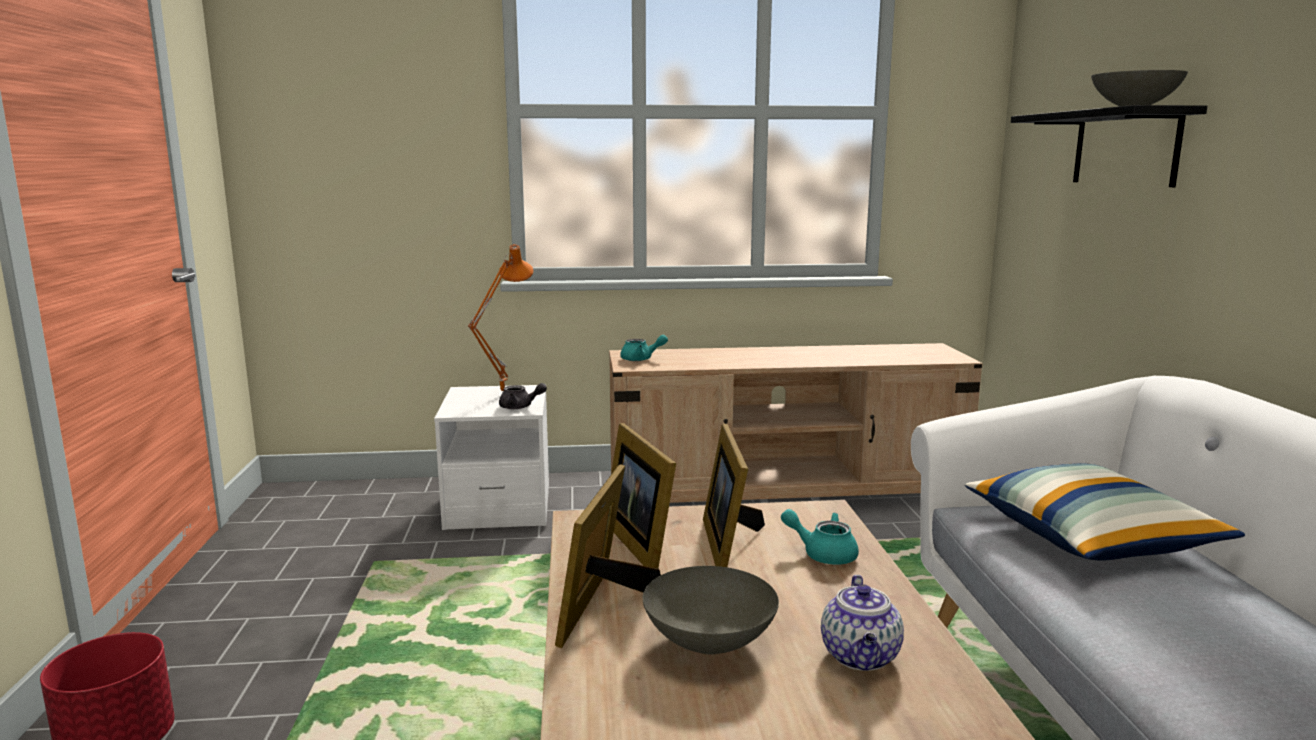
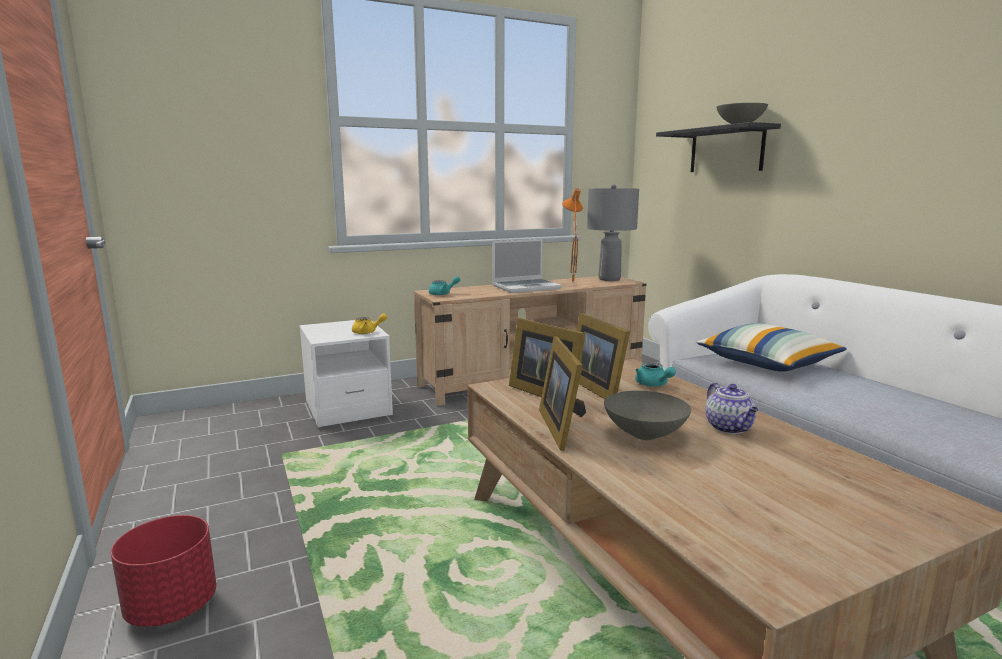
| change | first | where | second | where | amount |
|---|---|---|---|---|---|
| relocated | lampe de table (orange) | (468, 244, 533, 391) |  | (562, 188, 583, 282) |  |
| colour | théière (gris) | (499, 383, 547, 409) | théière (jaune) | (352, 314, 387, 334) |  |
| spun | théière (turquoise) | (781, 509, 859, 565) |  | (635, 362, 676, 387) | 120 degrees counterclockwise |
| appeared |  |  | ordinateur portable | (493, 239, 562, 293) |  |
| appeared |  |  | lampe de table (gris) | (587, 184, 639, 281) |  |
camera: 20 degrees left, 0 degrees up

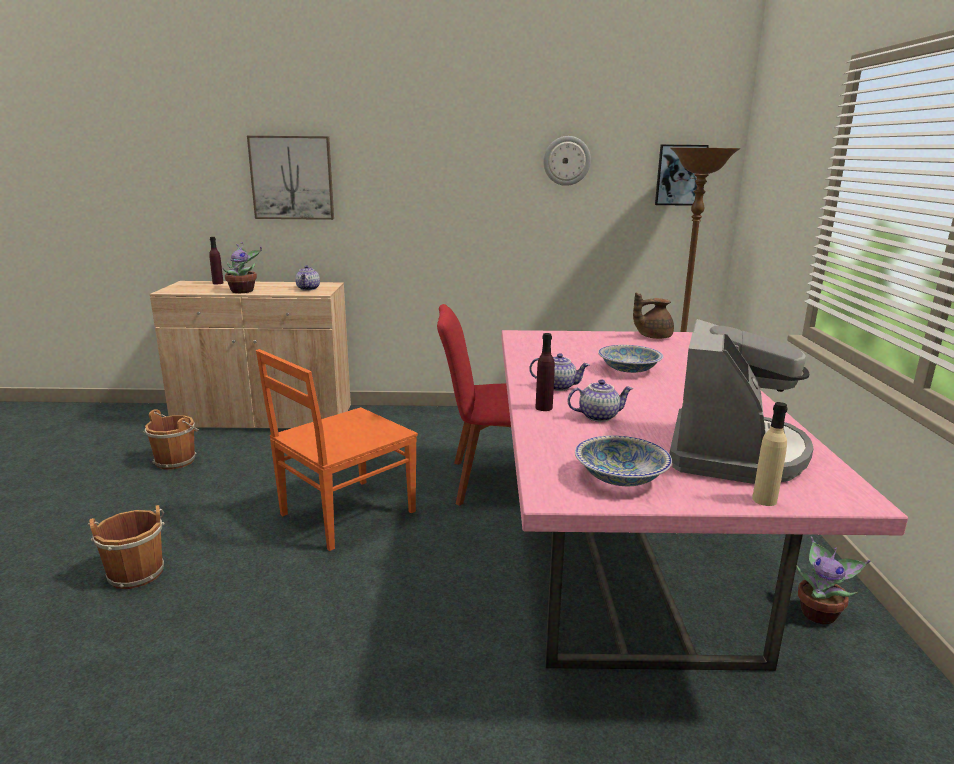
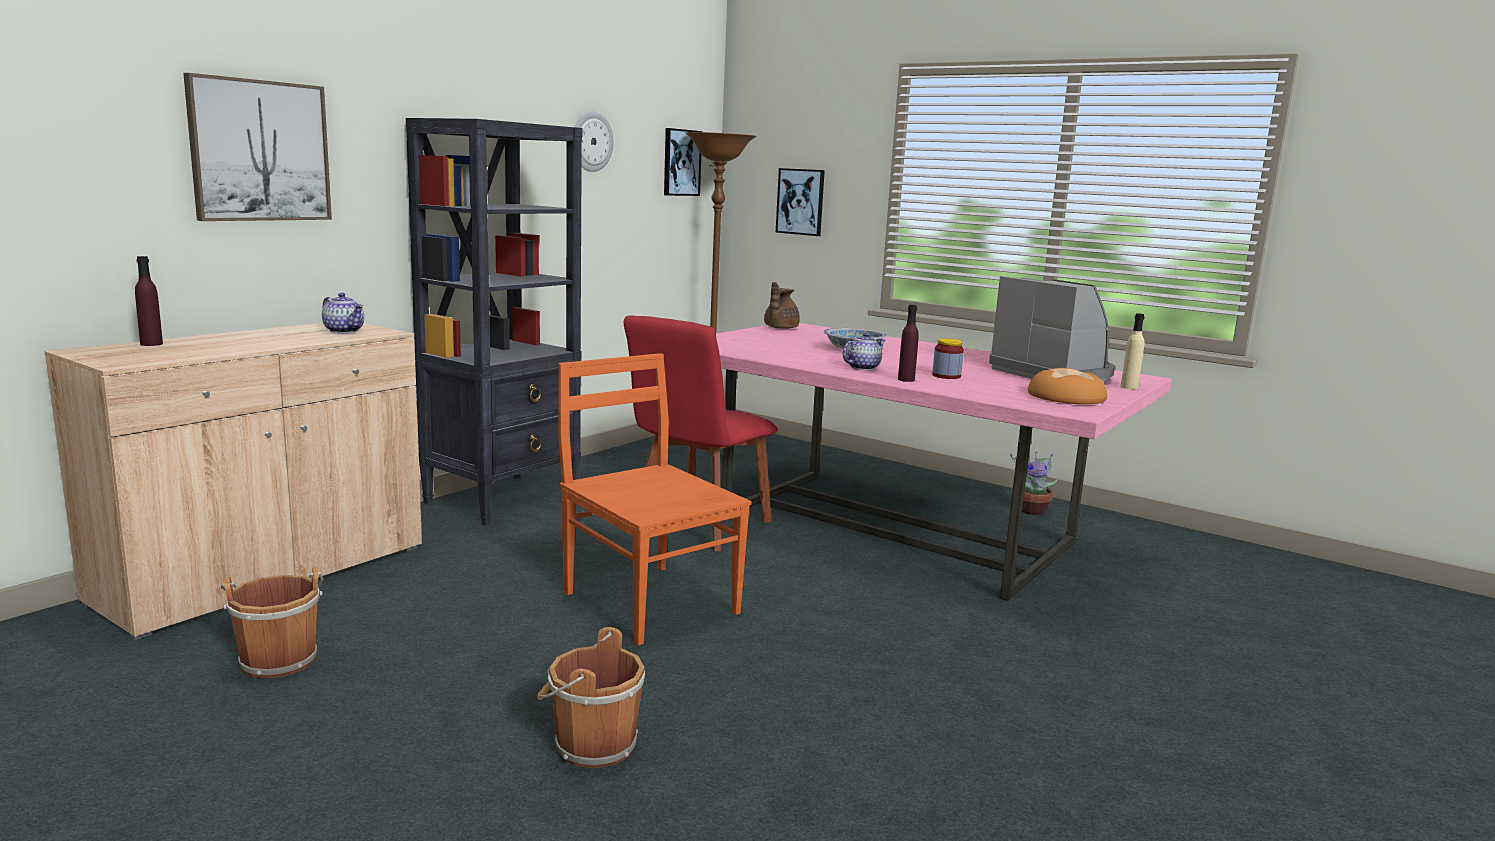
| change | first | where | second | where | amount |
|---|---|---|---|---|---|
| missing | plante en pot | (223, 242, 262, 293) |  |  |  |
| spun | chaise (orange) | (256, 349, 418, 551) |  | (558, 353, 751, 646) | 150 degrees clockwise |
| exchanged | théière | (568, 379, 633, 422) | bocal | (932, 338, 964, 379) |  |
| exchanged | bol | (575, 435, 672, 486) | pain | (1028, 368, 1107, 404) |  |
| appeared |  |  | bibliothèque (noir) | (406, 118, 583, 526) |  |
| appeared |  |  | tableau | (776, 168, 825, 236) |  |
camera: 55 degrees left, 5 degrees down

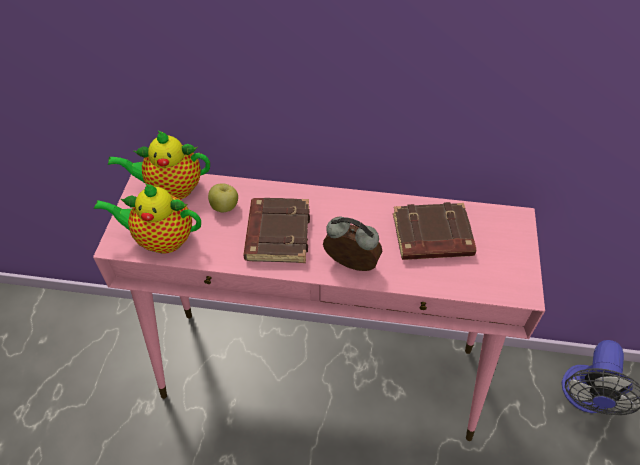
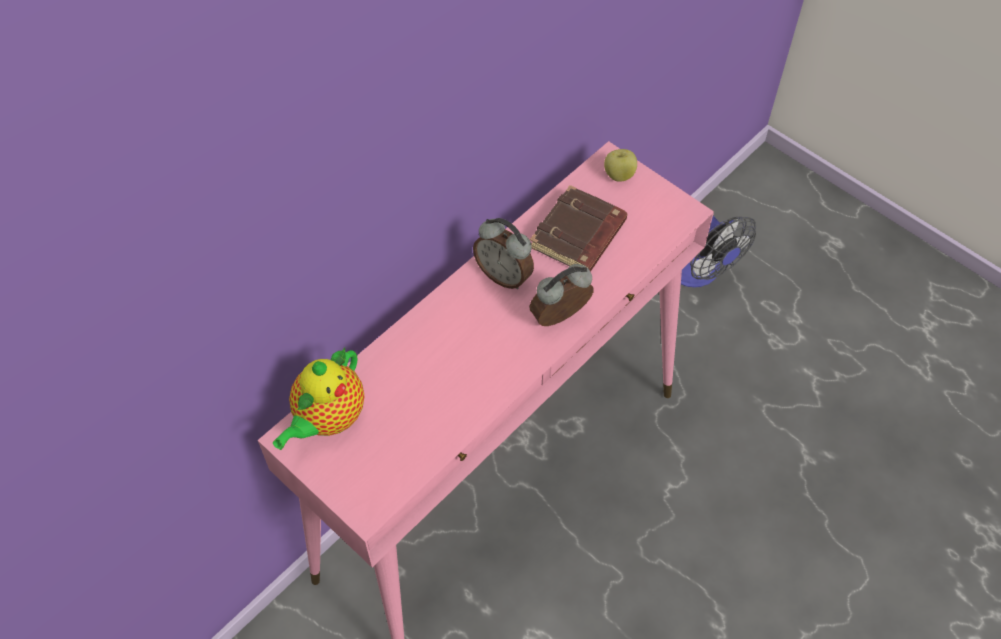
| change | first | where | second | where | amount |
|---|---|---|---|---|---|
| missing | théière | (94, 183, 201, 254) |  |  |  |
| relocated | pomme | (208, 183, 238, 212) |  | (604, 149, 637, 182) |  |
| missing | livre (marron) | (243, 198, 310, 263) |  |  |  |
| appeared |  |  | réveil | (473, 218, 534, 289) |  |
camera: 55 degrees left, 5 degrees up

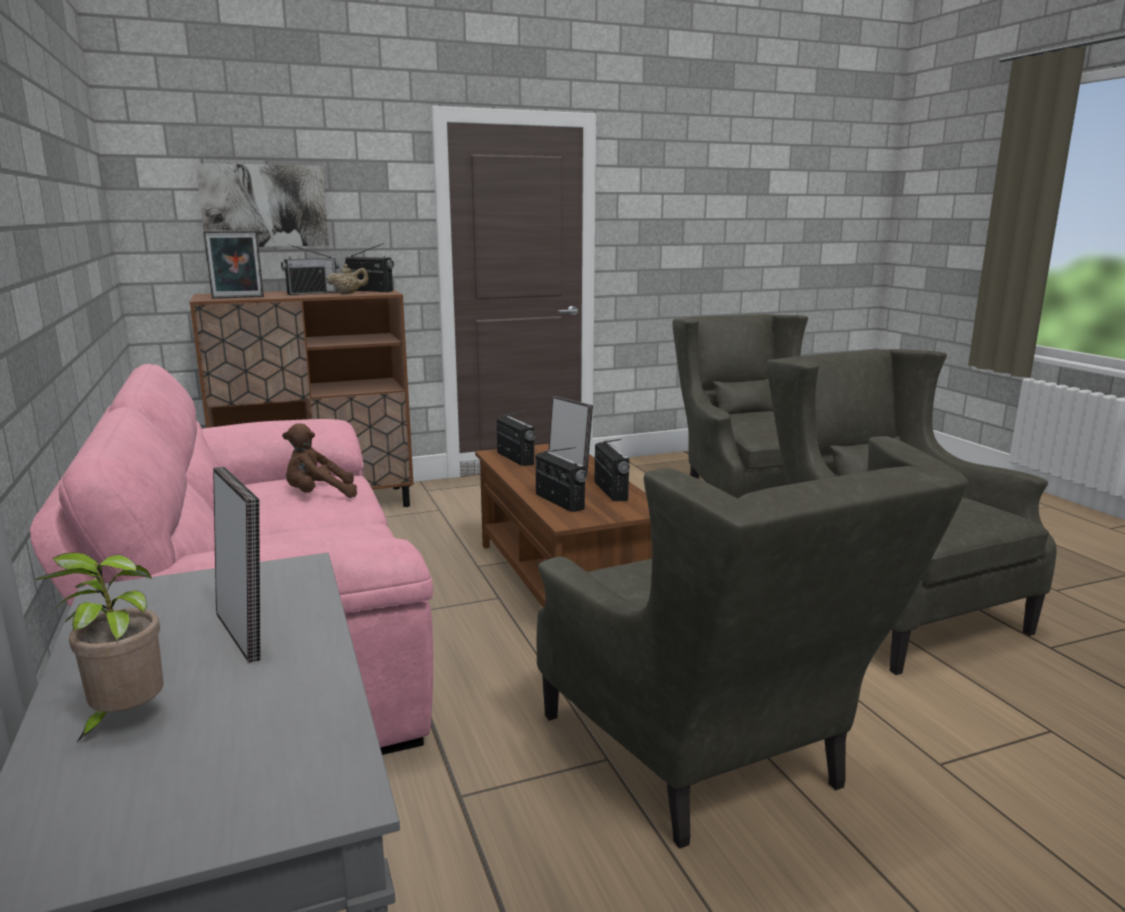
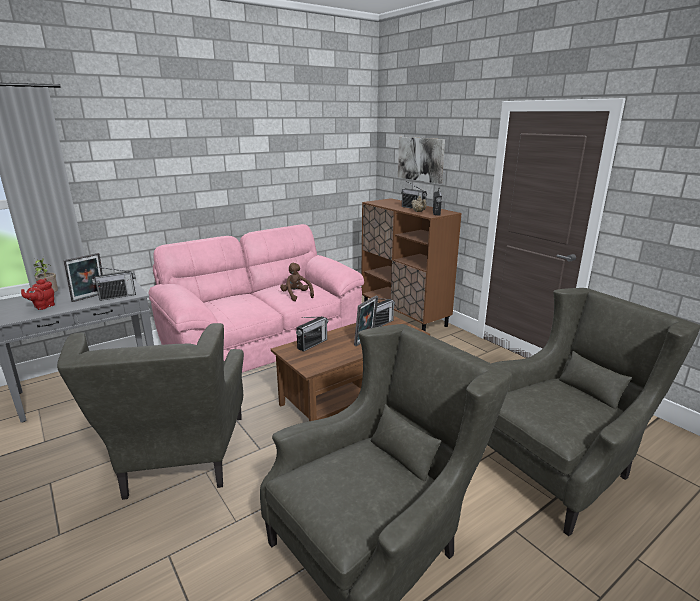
| change | first | where | second | where | amount |
|---|---|---|---|---|---|
| missing | cadre photo | (203, 230, 264, 299) |  |  |  |
| spun | fauteuil (gris) | (537, 436, 968, 849) |  | (57, 323, 244, 500) | 60 degrees counterclockwise |
| relocated | radio | (595, 439, 630, 501) |  | (92, 267, 136, 301) |  |
| appeared |  |  | théière (rouge) | (21, 278, 55, 310) |  |
camera: 75 degrees right, 5 degrees up

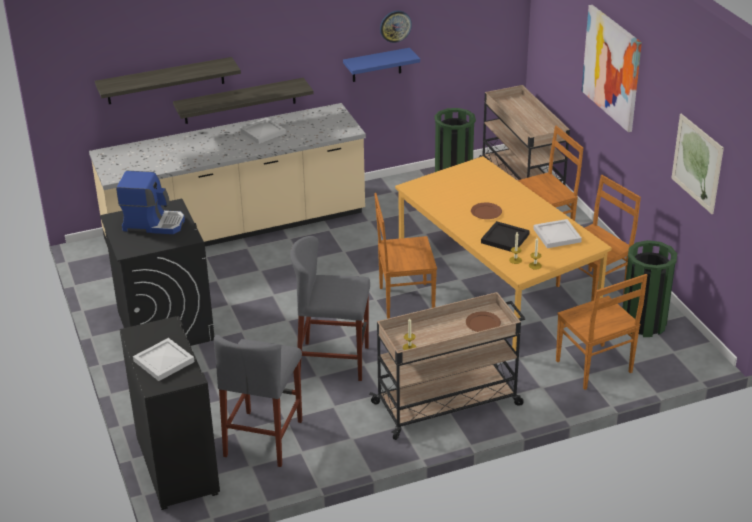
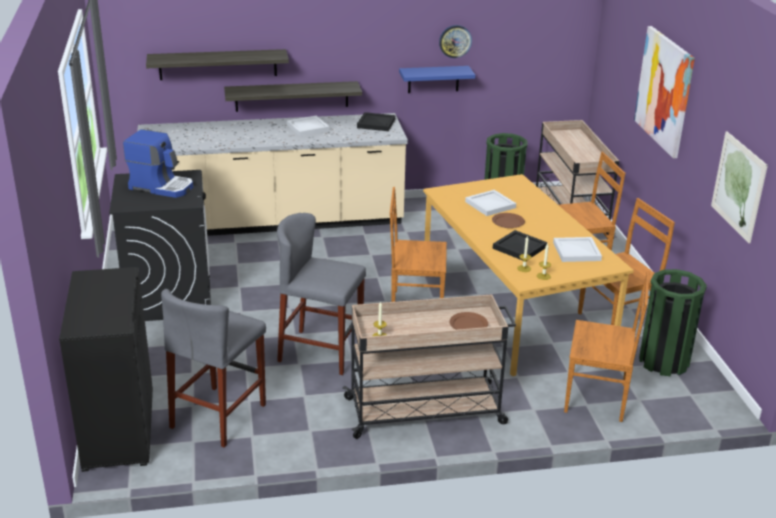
| change | first | where | second | where | amount |
|---|---|---|---|---|---|
| relocated | plateau (blanc) | (133, 338, 195, 381) |  | (465, 190, 516, 216) |  |
| spun | chaise (marron) | (556, 274, 647, 390) |  | (564, 271, 650, 422) | 60 degrees counterclockwise |
| appeared |  |  | plateau (noir) | (357, 112, 395, 131) |  |
camera: 10 degrees right, 5 degrees down

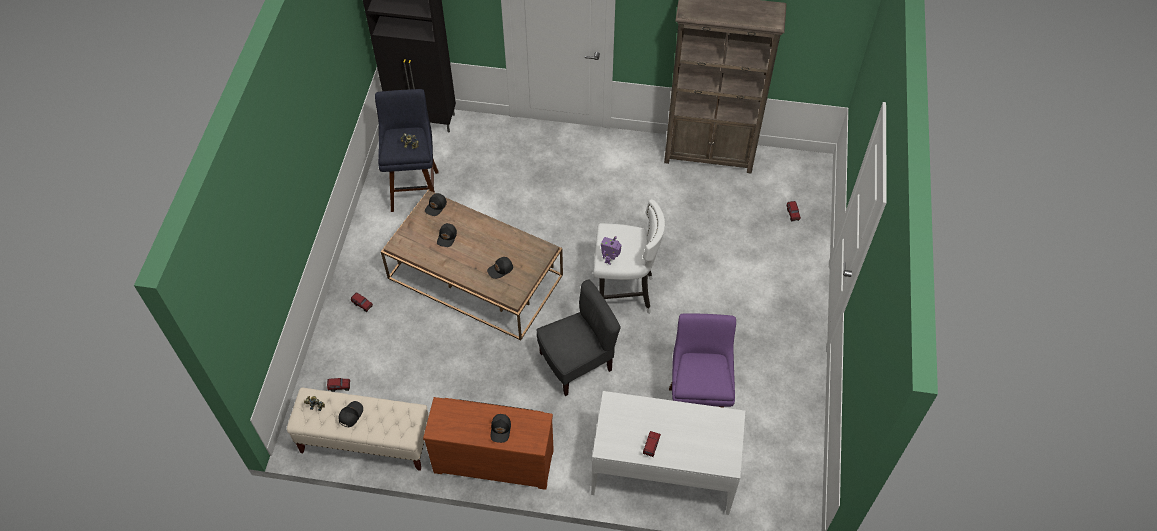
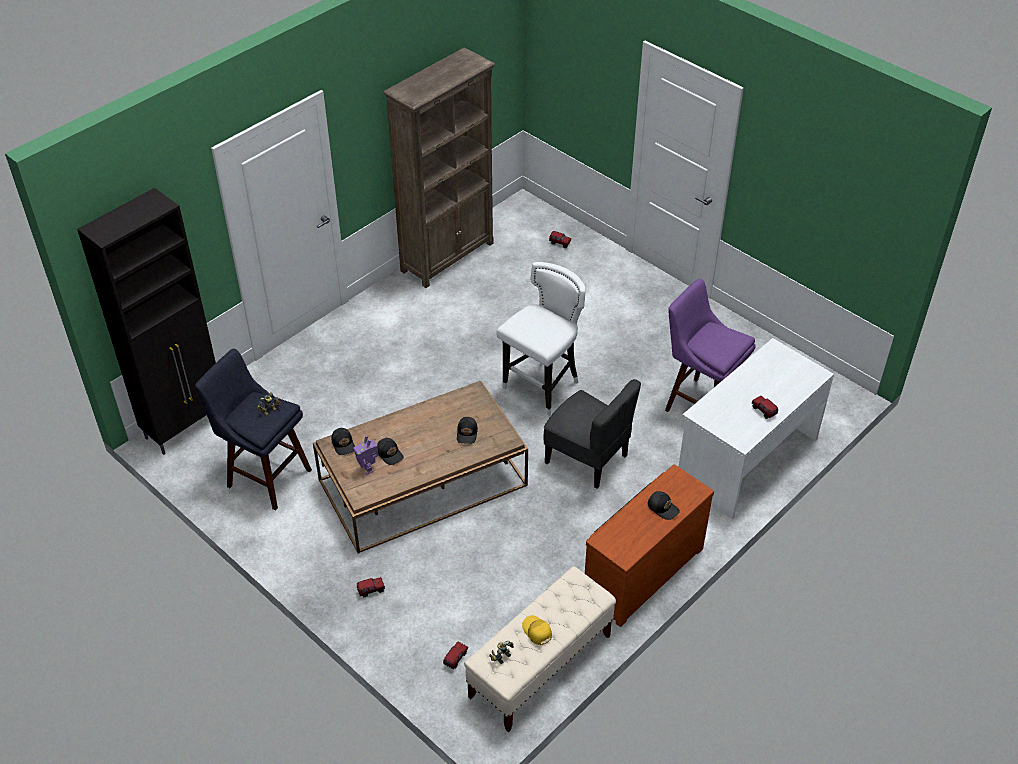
| change | first | where | second | where | amount |
|---|---|---|---|---|---|
| colour | casquette (noir) | (339, 401, 363, 427) | casquette (jaune) | (522, 615, 552, 645) |  |
| spun | chaise (gris) | (536, 280, 621, 396) |  | (543, 379, 641, 489) | 120 degrees clockwise |
| relocated | robot jouet | (601, 236, 622, 265) |  | (353, 435, 378, 475) |  |
camera: 55 degrees left, 10 degrees down

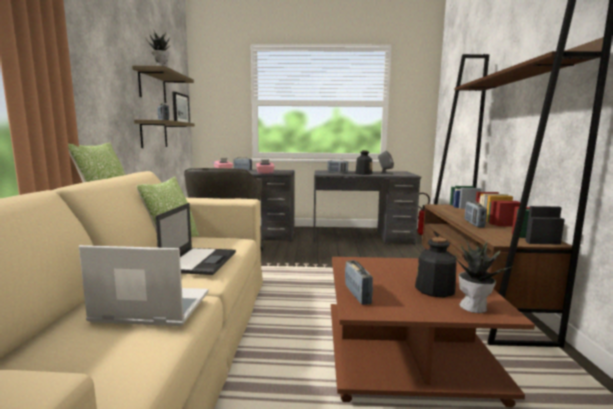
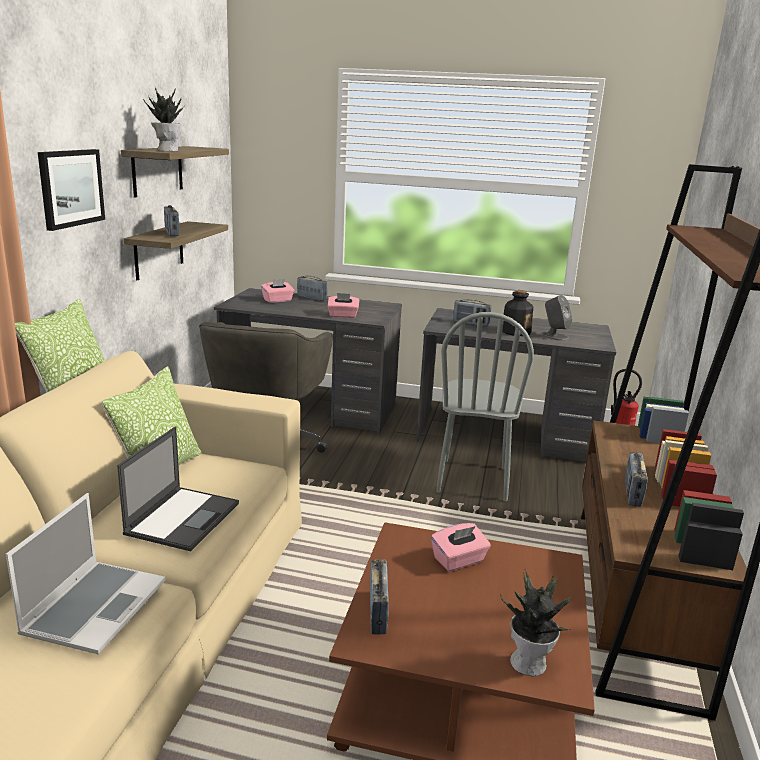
| change | first | where | second | where | amount |
|---|---|---|---|---|---|
| spun | ordinateur portable | (79, 245, 209, 326) |  | (6, 493, 165, 655) | 90 degrees clockwise |
| relocated | tableau | (172, 92, 190, 123) |  | (38, 149, 105, 231) |  |
| missing | bouteille | (415, 237, 457, 298) |  |  |  |
| appeared |  |  | boîte à mouchoirs (rose) | (431, 523, 491, 571) |  |
| appeared |  |  | chaise (gris) | (436, 312, 534, 501) |  |
camera: 10 degrees right, 10 degrees up

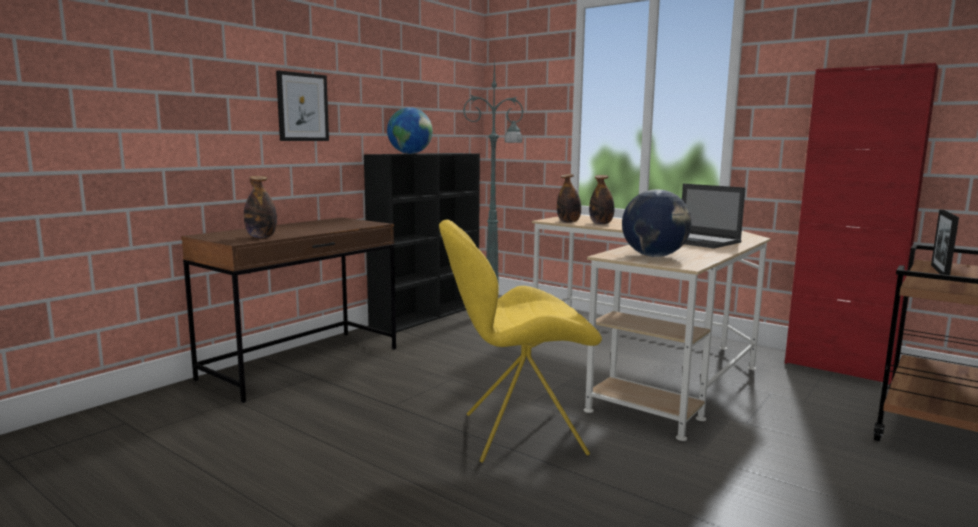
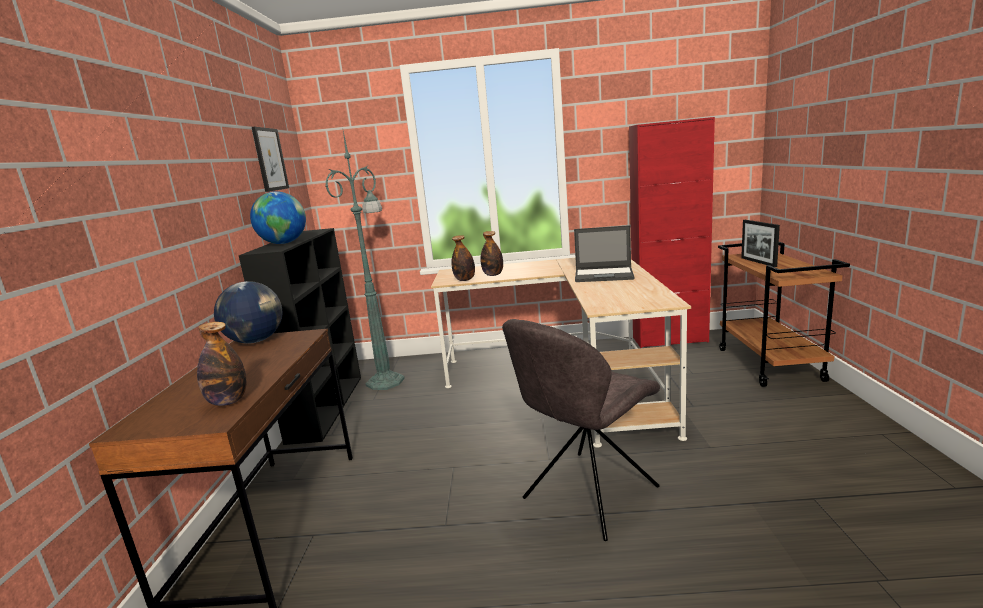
| change | first | where | second | where | amount |
|---|---|---|---|---|---|
| relocated | tableau | (276, 70, 329, 141) |  | (252, 127, 289, 192) |  |
| colour | chaise (jaune) | (439, 220, 602, 463) | chaise (gris) | (502, 319, 660, 541) |  |
| relocated | globe | (622, 189, 692, 257) |  | (214, 281, 283, 344) |  |
camera: 35 degrees left, 5 degrees up

